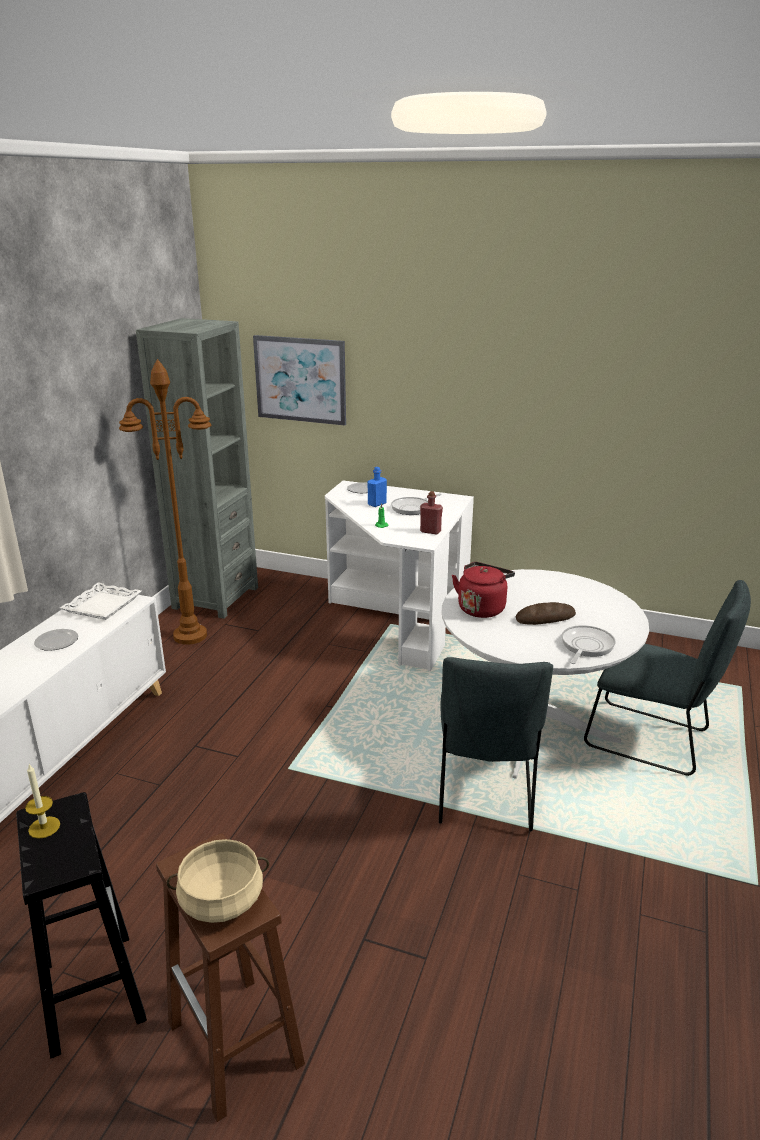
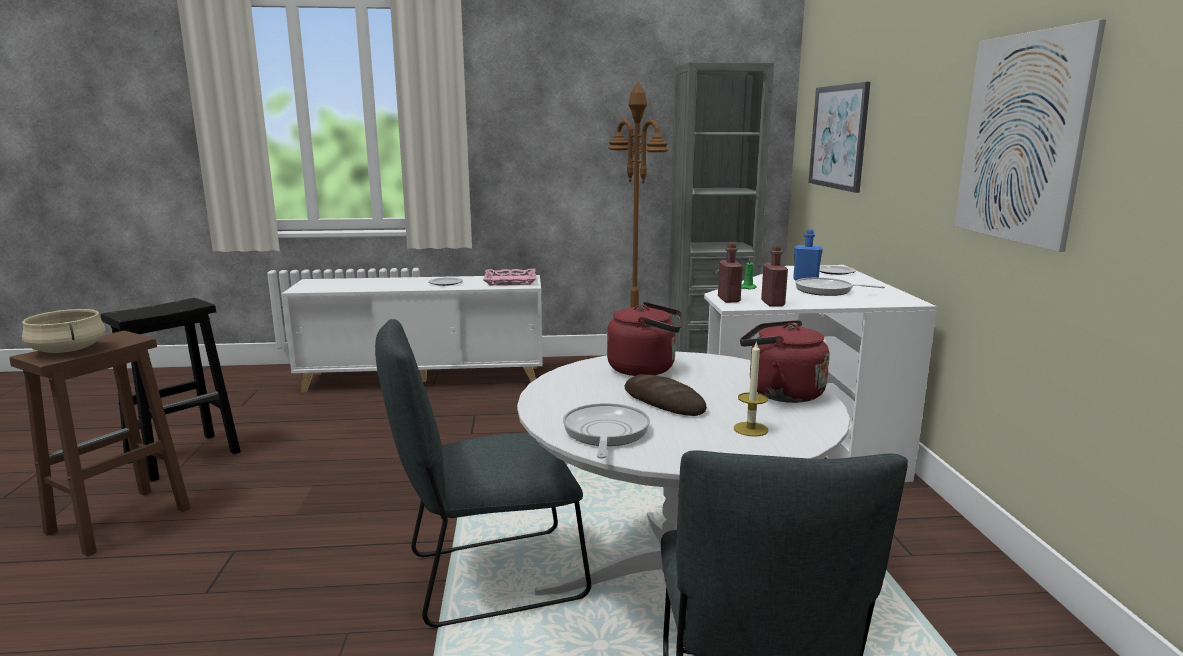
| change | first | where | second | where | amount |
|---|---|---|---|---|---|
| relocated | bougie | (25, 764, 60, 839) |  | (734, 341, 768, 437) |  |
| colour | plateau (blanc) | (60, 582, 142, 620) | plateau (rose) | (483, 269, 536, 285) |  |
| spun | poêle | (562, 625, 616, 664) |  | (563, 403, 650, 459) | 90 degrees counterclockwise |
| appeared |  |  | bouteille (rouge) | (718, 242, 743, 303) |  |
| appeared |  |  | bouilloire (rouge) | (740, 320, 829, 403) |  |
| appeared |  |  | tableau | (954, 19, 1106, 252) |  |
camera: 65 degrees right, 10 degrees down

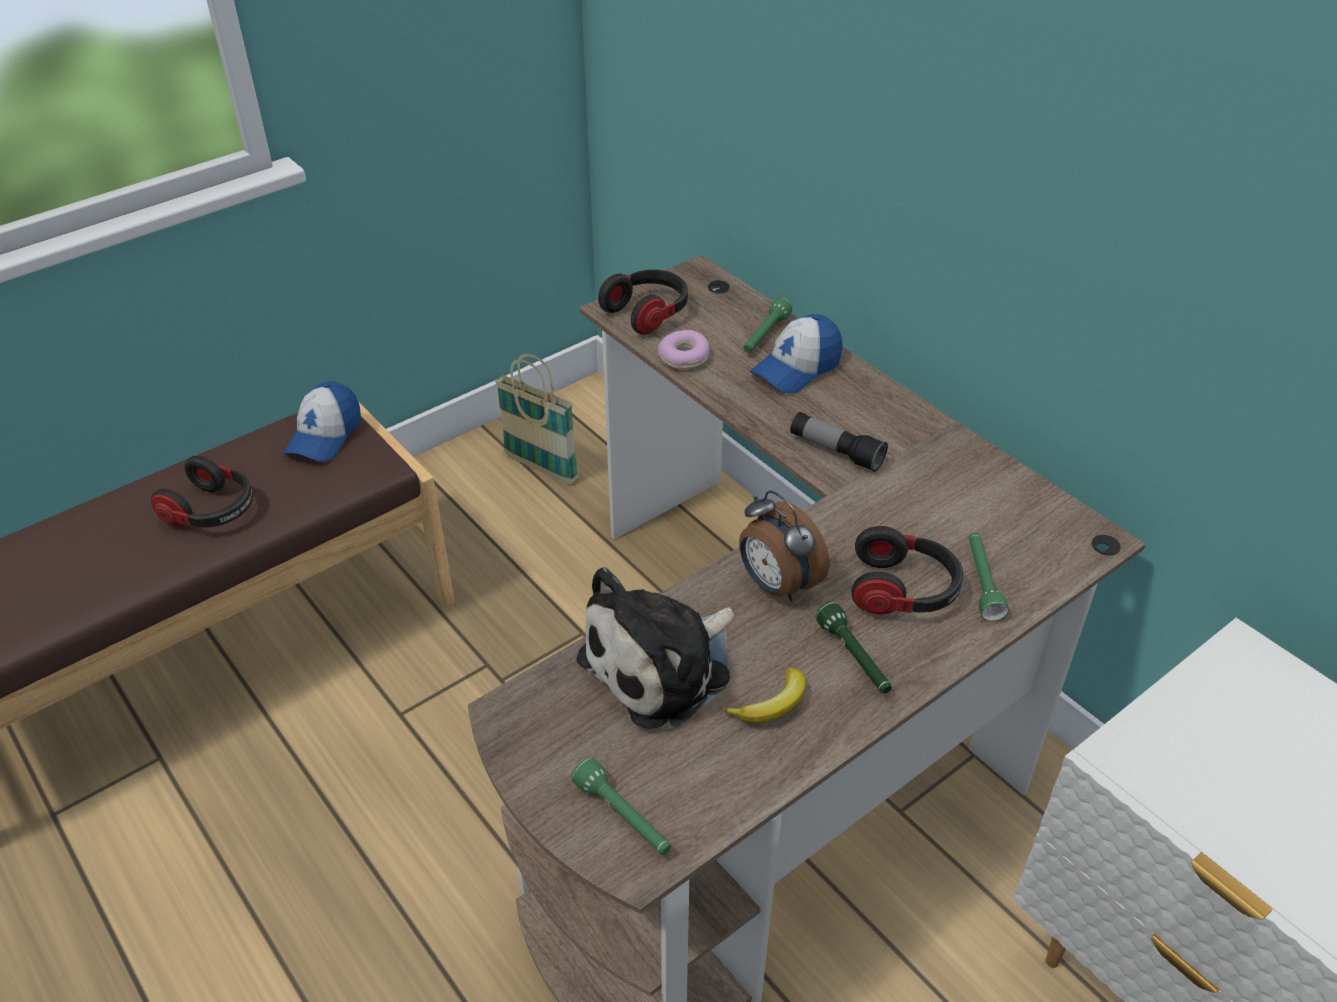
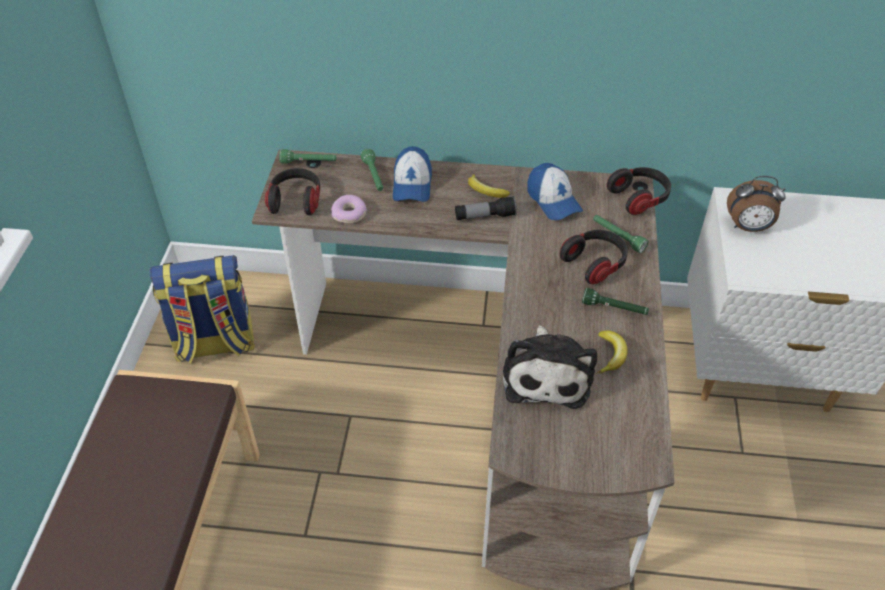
| change | first | where | second | where | amount |
|---|---|---|---|---|---|
| relocated | casque audio | (151, 455, 253, 528) |  | (607, 167, 671, 215) |  |
| relocated | casquette | (283, 381, 361, 462) |  | (527, 163, 583, 220) |  |
| exchanged | panier | (495, 354, 579, 484) | sac à dos | (149, 255, 255, 364) |  |
| relocated | lampe de poche (vert) | (572, 757, 671, 855) |  | (279, 149, 336, 164) |  |
| relocated | réveil | (739, 490, 829, 601) |  | (727, 176, 785, 232) |  |
| appeared |  |  | banane | (468, 174, 510, 198) |  |
camera: 45 degrees left, 5 degrees up

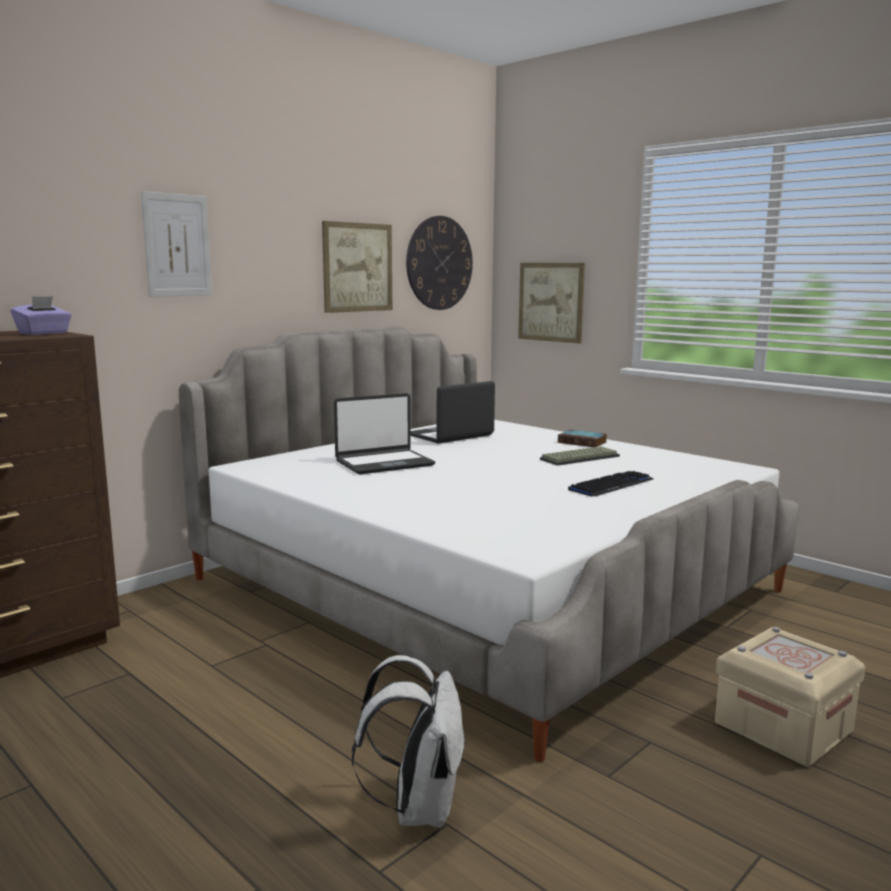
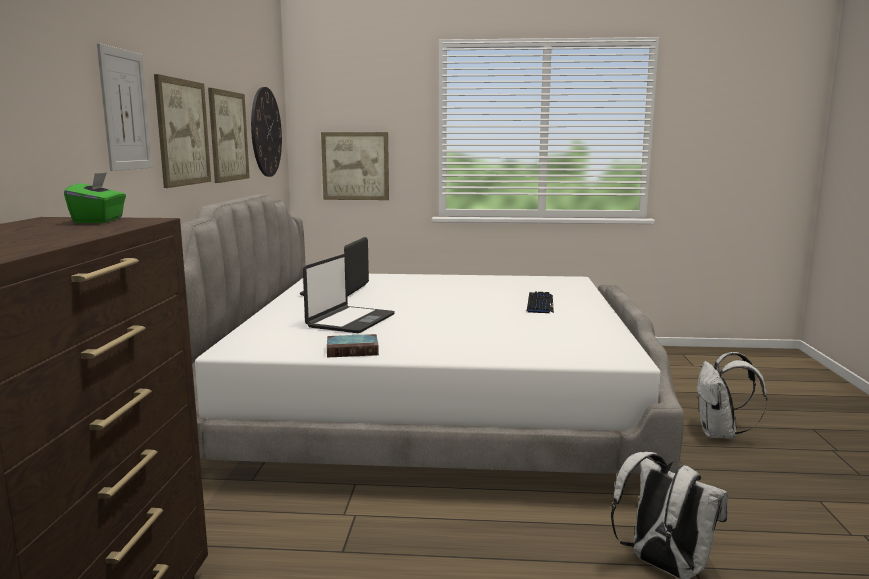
| change | first | where | second | where | amount |
|---|---|---|---|---|---|
| colour | boîte à mouchoirs (violet) | (11, 296, 72, 335) | boîte à mouchoirs (vert) | (64, 172, 126, 223) |  |
| missing | clavier | (540, 446, 620, 466) |  |  |  |
| relocated | livre | (558, 429, 607, 447) |  | (327, 334, 379, 357) |  |
| exchanged | boîte de rangement (beige) | (715, 627, 865, 767) | sac à dos (blanc) | (697, 352, 768, 439) |  |
| appeared |  |  | tableau | (154, 74, 211, 188) |  |
camera: 40 degrees left, 0 degrees up

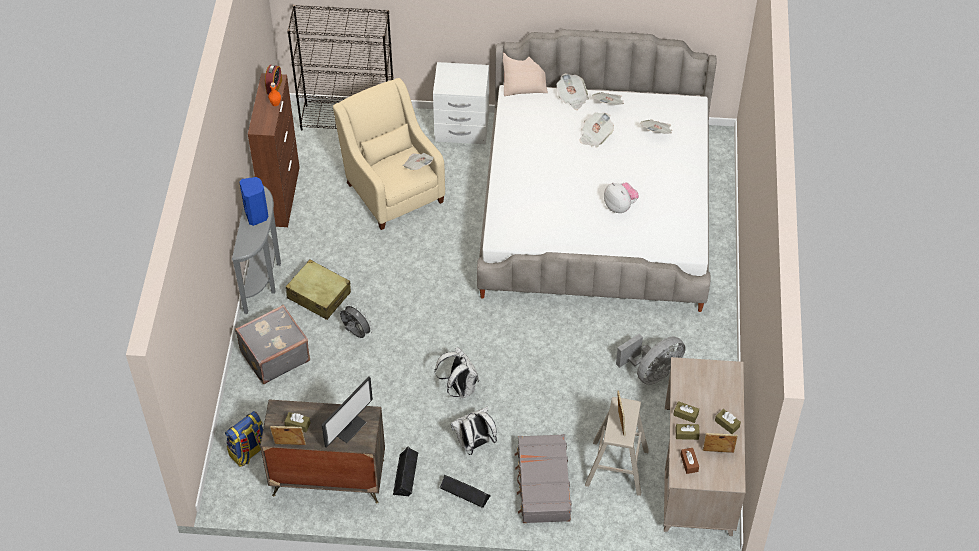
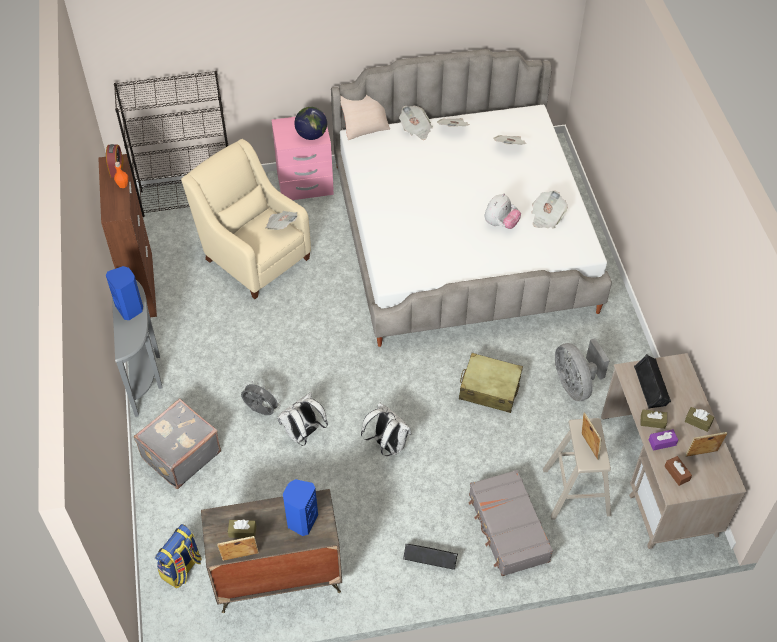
| change | first | where | second | where | amount |
|---|---|---|---|---|---|
| relocated | valise (beige) | (286, 260, 351, 320) |  | (459, 353, 523, 413) |  |
| exchanged | écran d'ordinateur | (322, 377, 373, 448) | enceinte (bleu) | (283, 479, 318, 536) |  |
| relocated | enceinte (noir) | (393, 447, 418, 496) |  | (634, 354, 671, 409) |  |
| colour | table de chevet (blanc) | (433, 62, 489, 144) | table de chevet (rose) | (272, 117, 334, 200) |  |
| relocated | sac à dos (blanc) | (451, 406, 497, 455) |  | (277, 392, 328, 446) |  |
| relocated | journal | (579, 112, 614, 148) |  | (531, 190, 567, 228) |  |
| spun | peluche | (604, 182, 639, 213) |  | (484, 193, 521, 229) | 90 degrees clockwise |
| spun | ventilateur (gris) | (616, 333, 686, 385) |  | (555, 338, 610, 401) | 120 degrees clockwise |
| colour | boîte à mouchoirs (marron) | (675, 424, 700, 440) | boîte à mouchoirs (violet) | (649, 429, 678, 451) |  |
| appeared |  |  | globe | (294, 107, 327, 140) |  |
camera: 15 degrees left, 0 degrees up

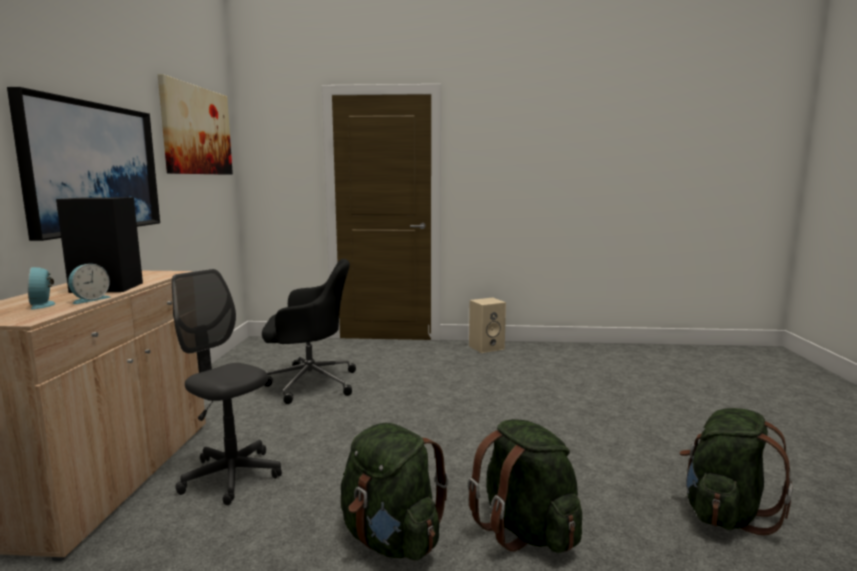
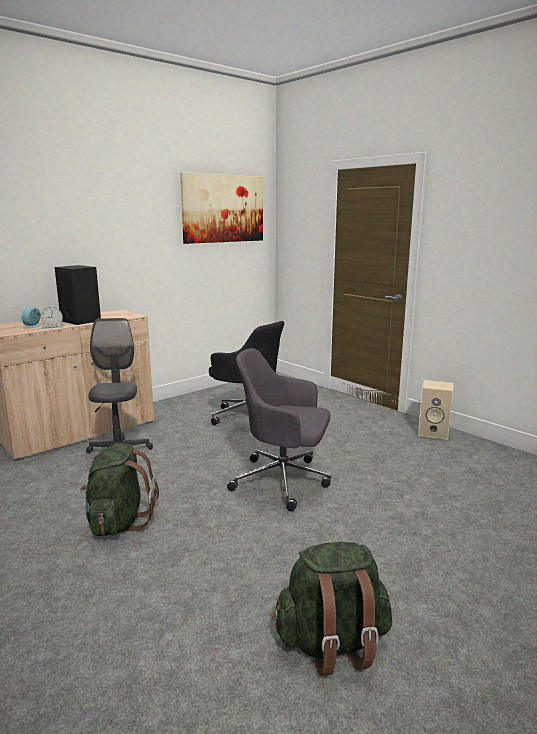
| change | first | where | second | where | amount |
|---|---|---|---|---|---|
| missing | tableau | (7, 87, 160, 241) |  |  |  |
| missing | sac à dos (vert) | (468, 419, 582, 553) |  |  |  |
| appeared |  |  | chaise de bureau (gris) | (227, 348, 331, 511) |  |
camera: 45 degrees right, 5 degrees up

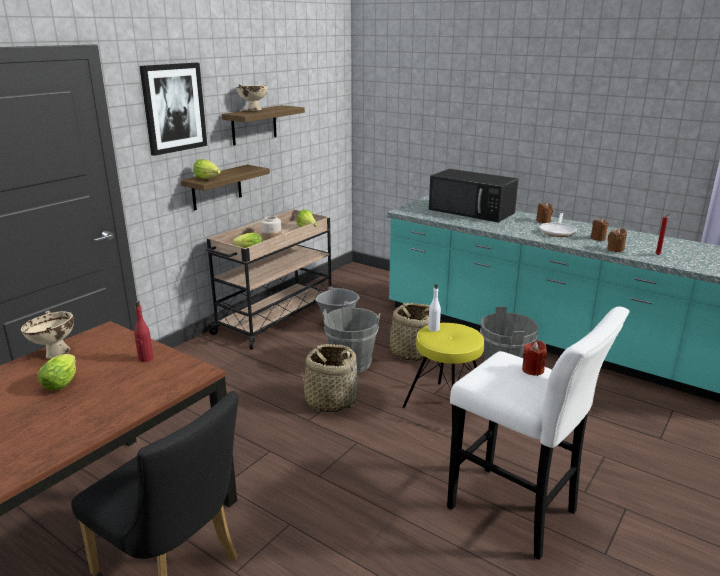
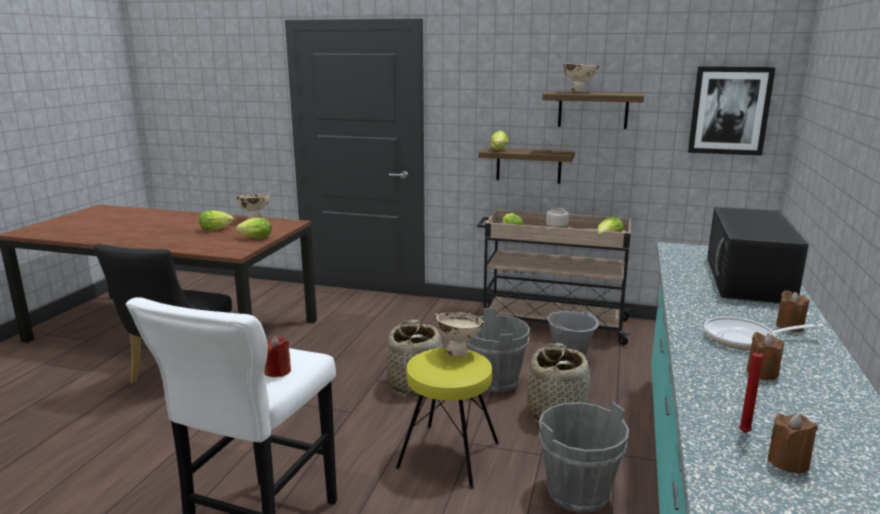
| change | first | where | second | where | amount |
|---|---|---|---|---|---|
| exchanged | bouteille (rouge) | (134, 301, 154, 362) | laitue | (236, 218, 271, 238) |  |
| relocated | tableau | (139, 63, 207, 156) |  | (688, 66, 776, 156) |  |
| exchanged | bouteille (blanc) | (428, 284, 441, 332) | bol (beige) | (435, 312, 484, 357) |  |
| relocated | bougie (marron) | (607, 228, 627, 252) |  | (767, 414, 818, 474) |  |
camera: 70 degrees right, 5 degrees down

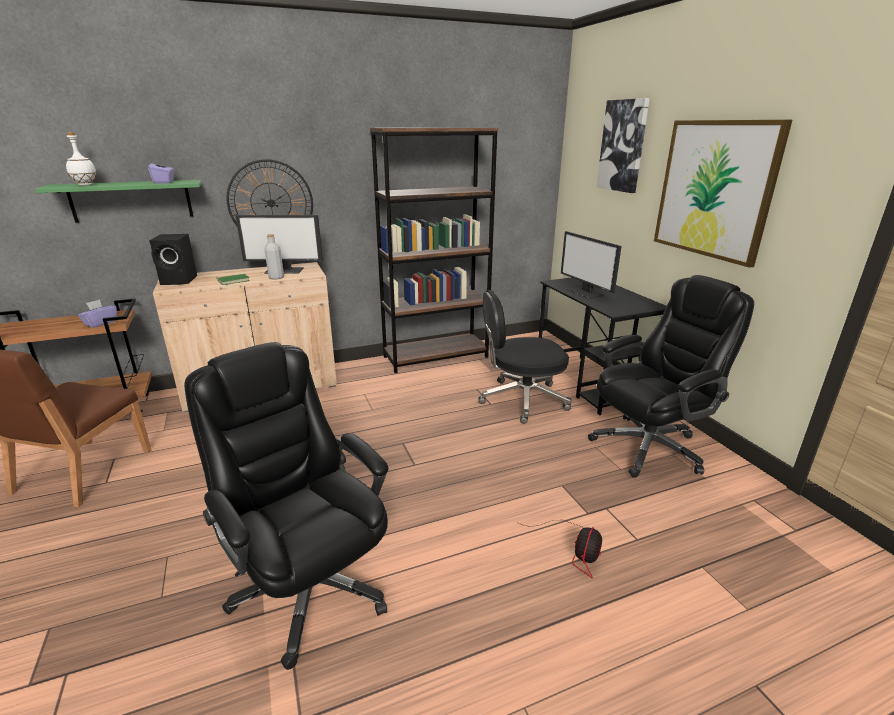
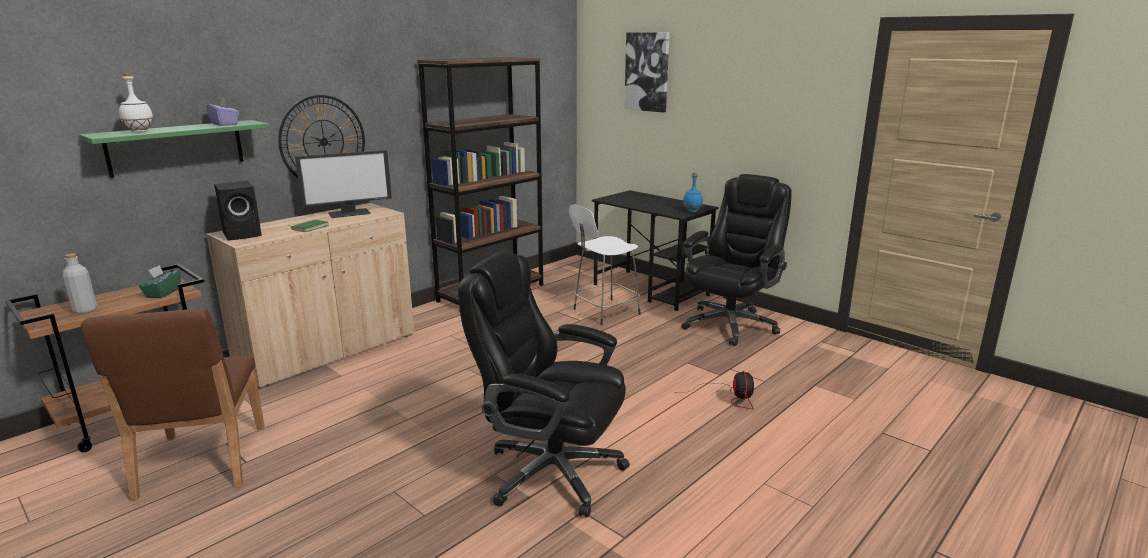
| change | first | where | second | where | amount |
|---|---|---|---|---|---|
| colour | boîte à mouchoirs (violet) | (78, 299, 117, 328) | boîte à mouchoirs (vert) | (139, 265, 181, 298) |  |
| relocated | bouteille (gris) | (264, 234, 284, 280) |  | (62, 253, 97, 314) |  |
| exchanged | chaise de bureau (noir) | (479, 290, 572, 424) | tabouret (blanc) | (569, 204, 640, 325) |  |
| missing | écran d'ordinateur | (561, 231, 622, 298) |  |  |  |
| missing | tableau | (654, 120, 792, 268) |  |  |  |
| appeared |  |  | bouteille (bleu) | (683, 172, 703, 212) |  |
camera: 25 degrees left, 5 degrees down

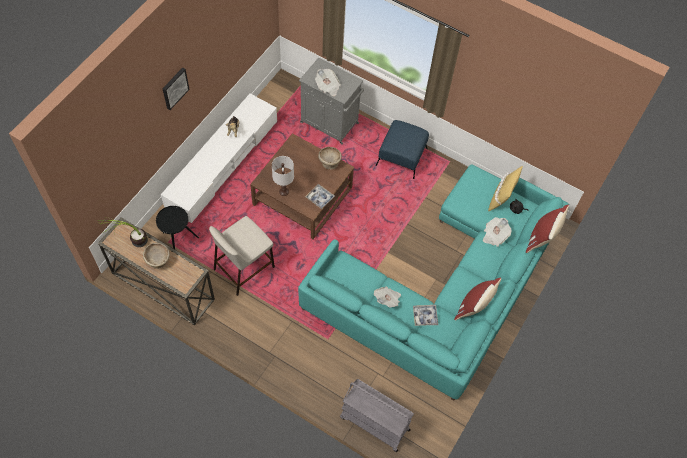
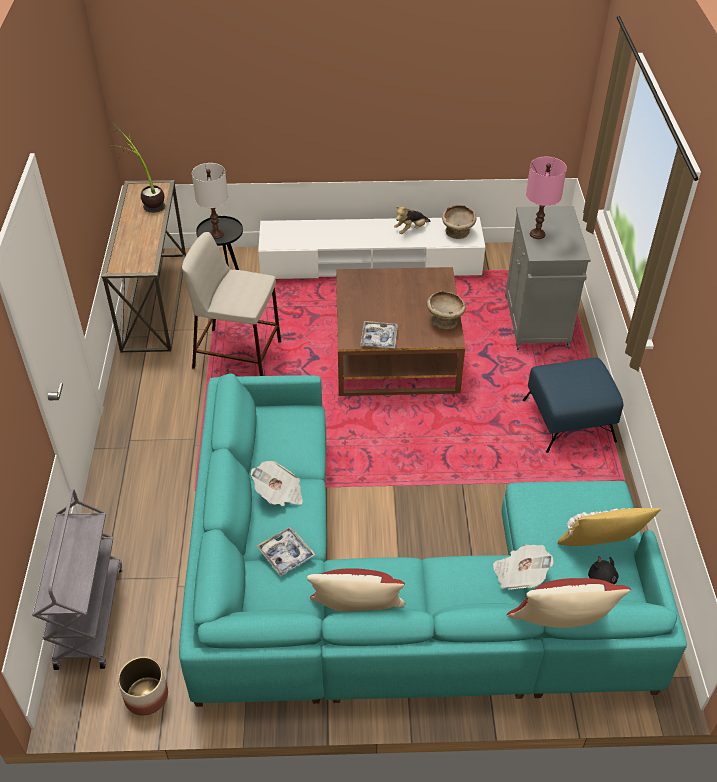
| change | first | where | second | where | amount |
|---|---|---|---|---|---|
| relocated | bol (beige) | (143, 243, 170, 269) |  | (442, 205, 477, 239) |  |
| missing | tableau | (162, 68, 190, 110) |  |  |  |
| relocated | lampe de table (blanc) | (272, 156, 294, 196) |  | (192, 163, 228, 239) |  |
| exchanged | journal | (315, 69, 341, 96) | lampe de table (rose) | (526, 157, 567, 239) |  |
| appeared |  |  | cache-pot | (118, 657, 168, 716) |  |
camera: 60 degrees right, 15 degrees down

